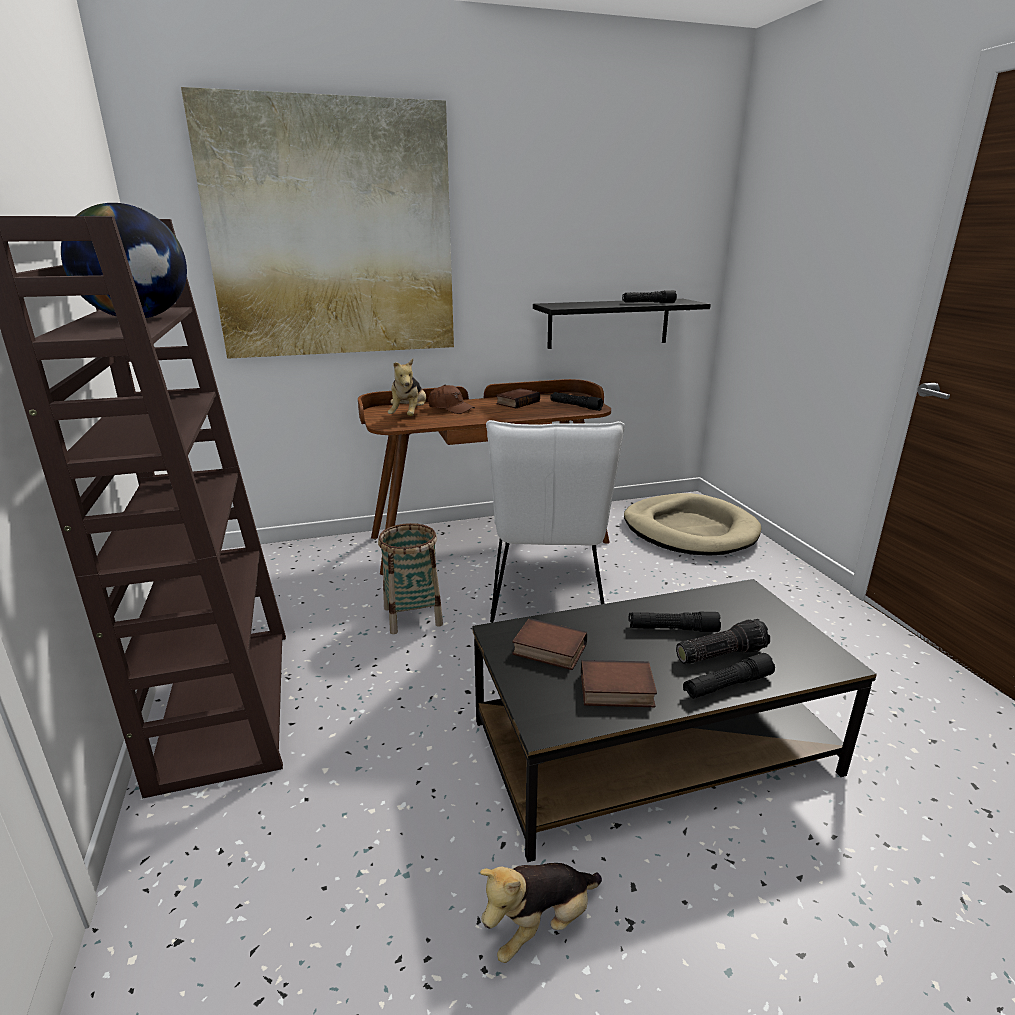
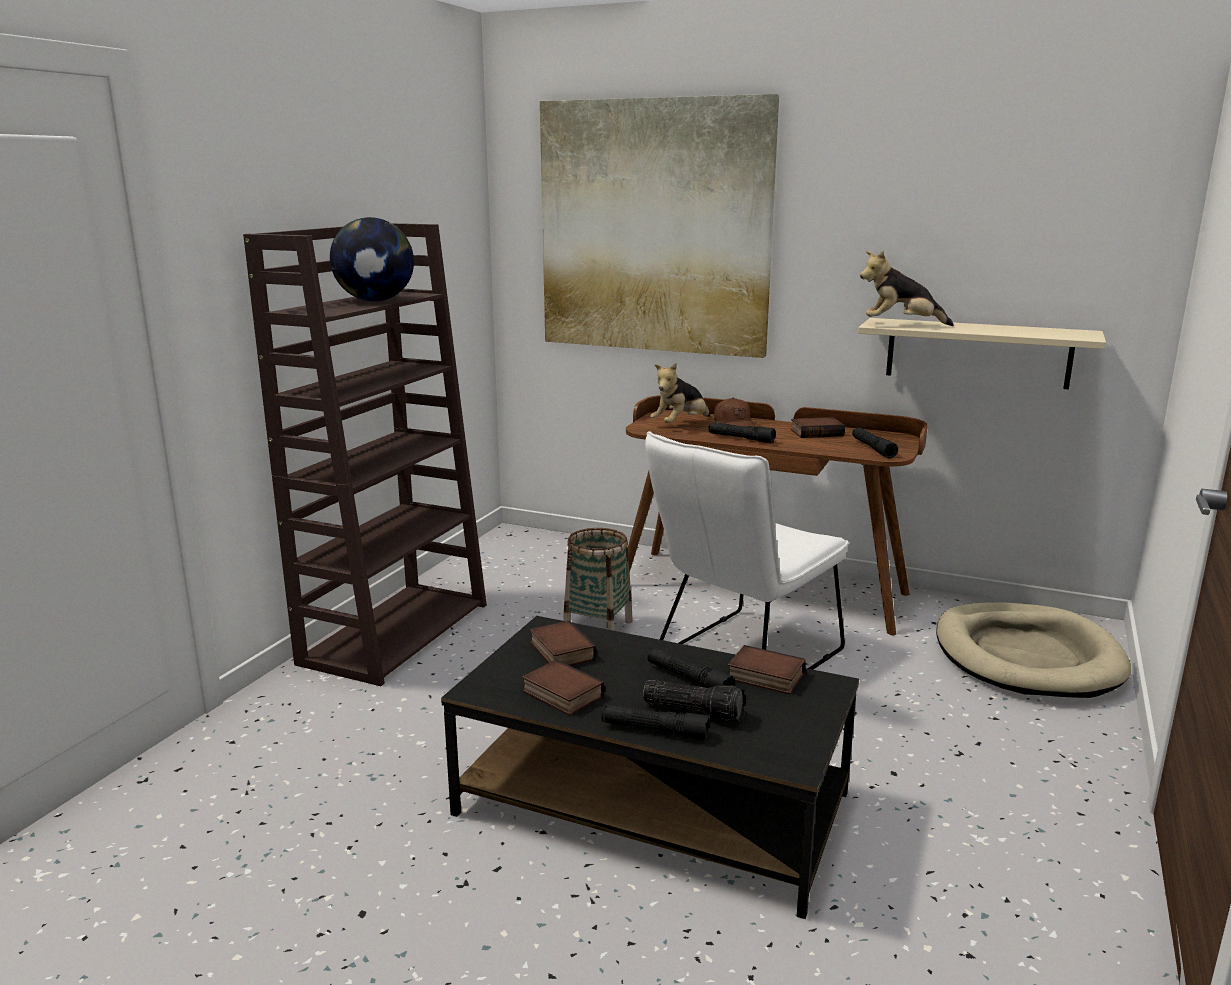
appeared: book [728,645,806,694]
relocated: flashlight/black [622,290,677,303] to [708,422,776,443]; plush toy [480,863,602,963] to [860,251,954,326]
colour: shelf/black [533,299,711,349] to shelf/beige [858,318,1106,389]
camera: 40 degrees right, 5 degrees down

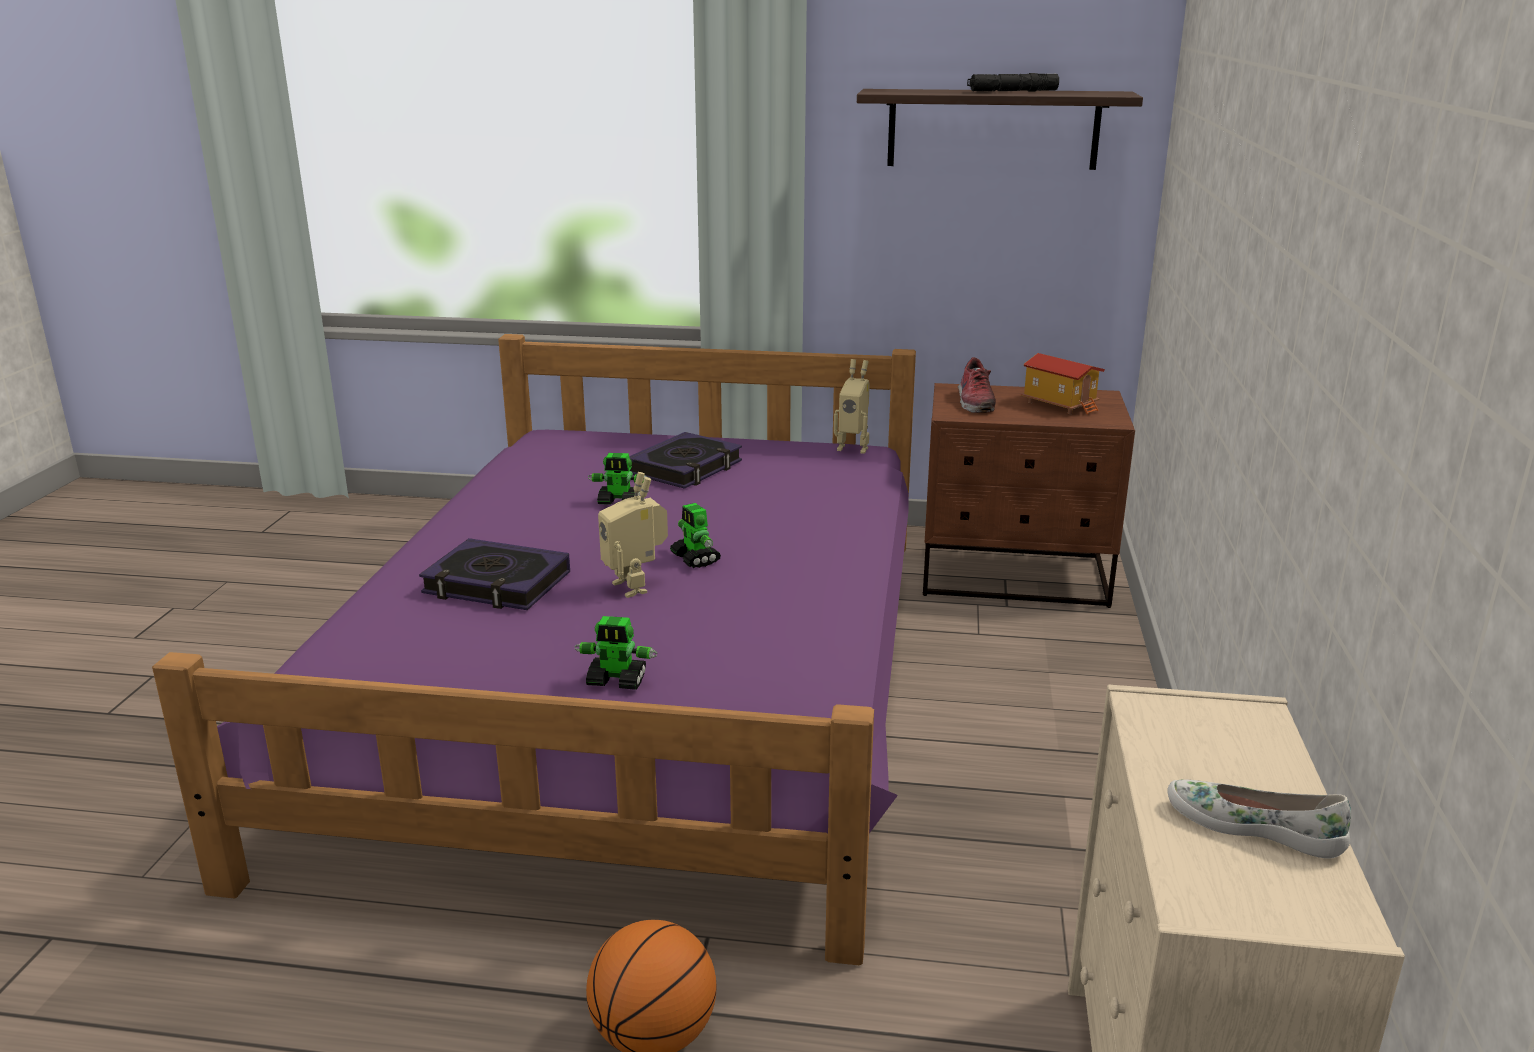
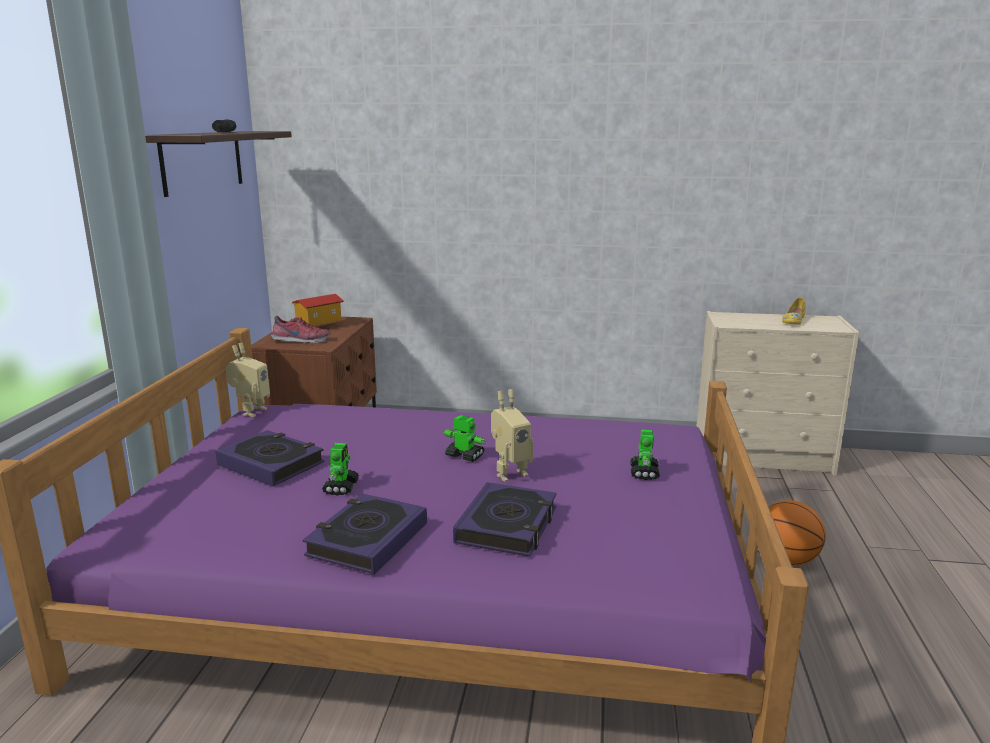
appeared: book [303,494,427,574]
colour: shoe/white [1167,779,1351,858] to shoe/yellow [782,297,805,325]
spun: toy robot [670,503,721,568] = [443,415,486,462] 120 degrees counterclockwise
camera: 90 degrees left, 5 degrees down

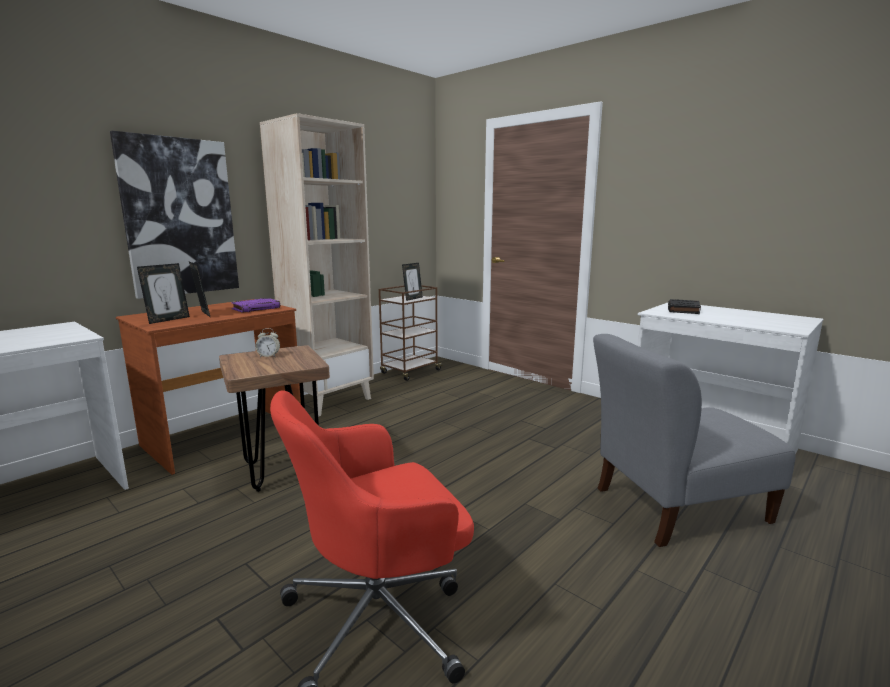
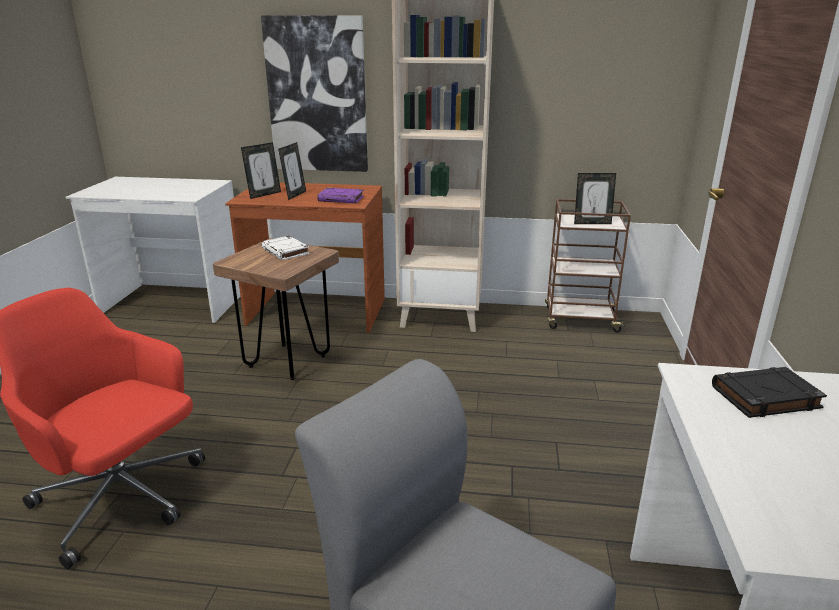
exchanged: alarm clock [255,328,280,357] to book/white [261,236,310,260]
spun: picture frame [137,263,190,324] = [241,142,281,199] 45 degrees counterclockwise
camera: 55 degrees right, 10 degrees up

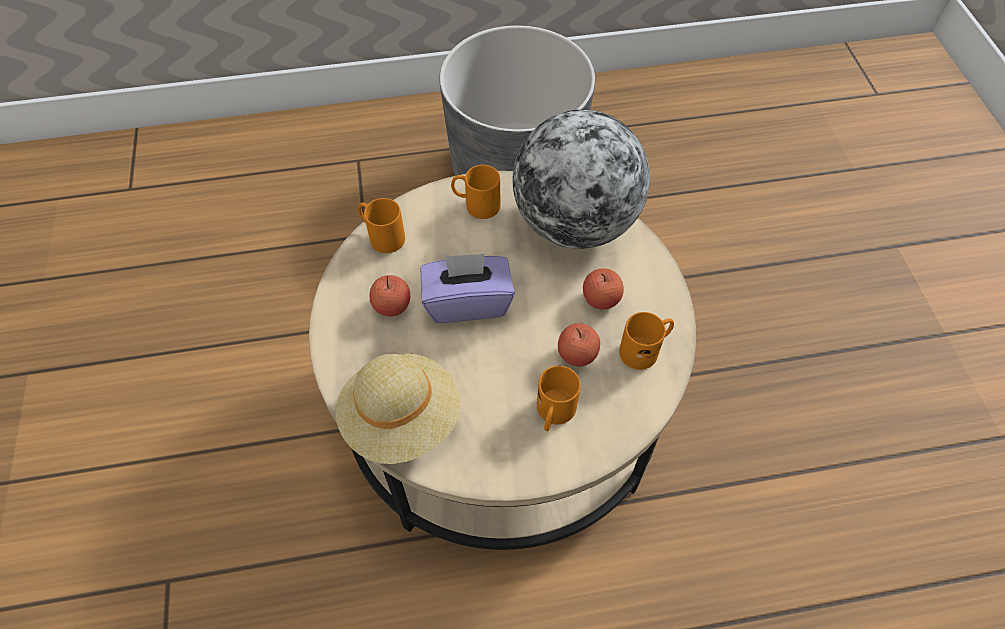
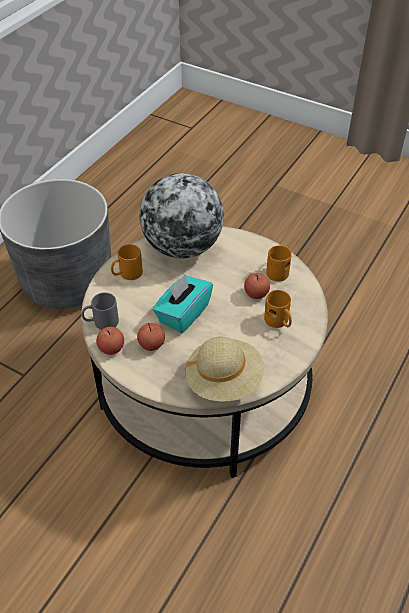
relocated: apple [583,268,624,310] to [96,327,124,355]
colour: mug/orange [358,198,405,253] to mug/grey [82,293,119,330]; tissue box/purple [420,253,515,323] to tissue box/turquoise [153,274,213,333]
camera: 50 degrees left, 10 degrees down

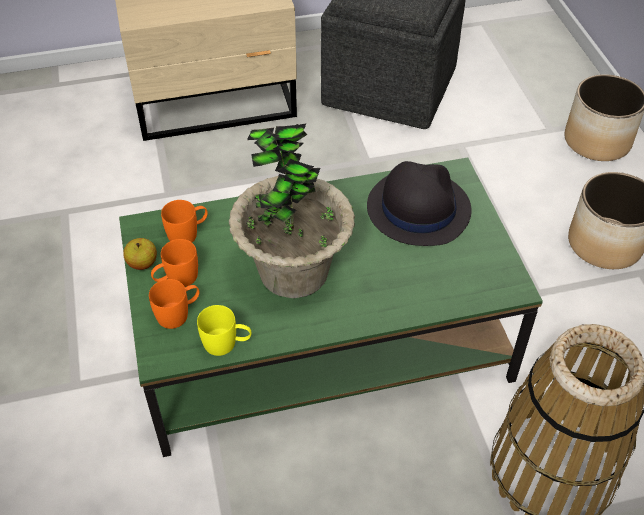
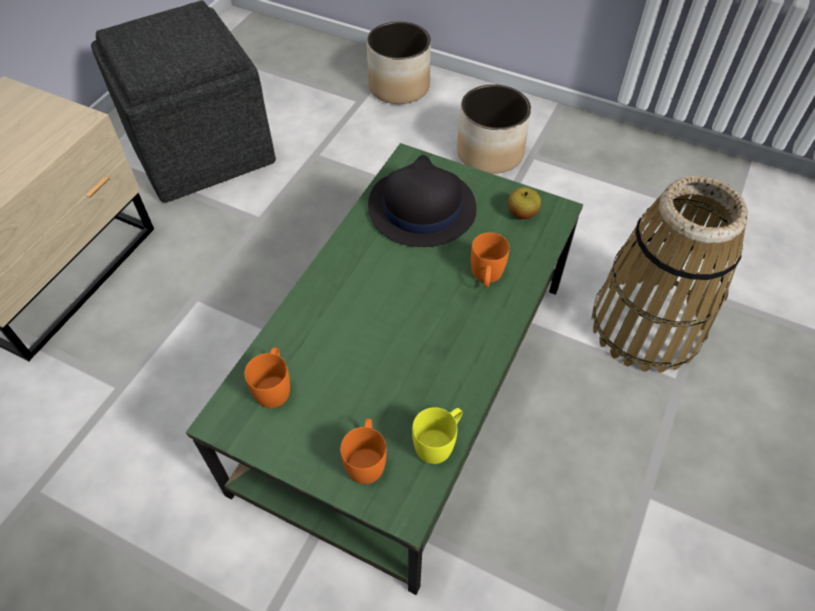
missing: potted plant [229,123,355,298]
relocated: mug/orange [151,239,198,287] to [471,232,510,287]; apple [123,238,157,270] to [508,187,541,219]
camera: 50 degrees left, 5 degrees up

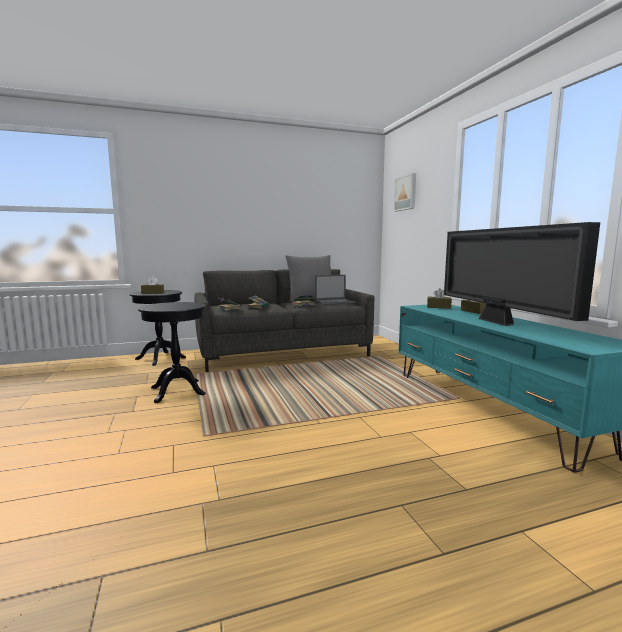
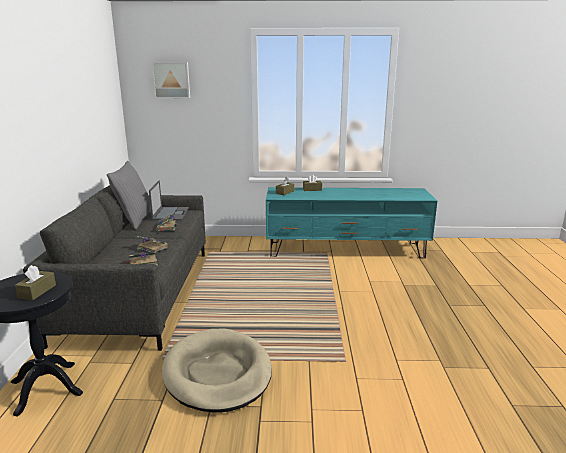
missing: television [444,222,600,326]
exchanged: side table/black [138,302,206,403] to dog bed/beige [162,328,272,413]
camera: 70 degrees left, 10 degrees up

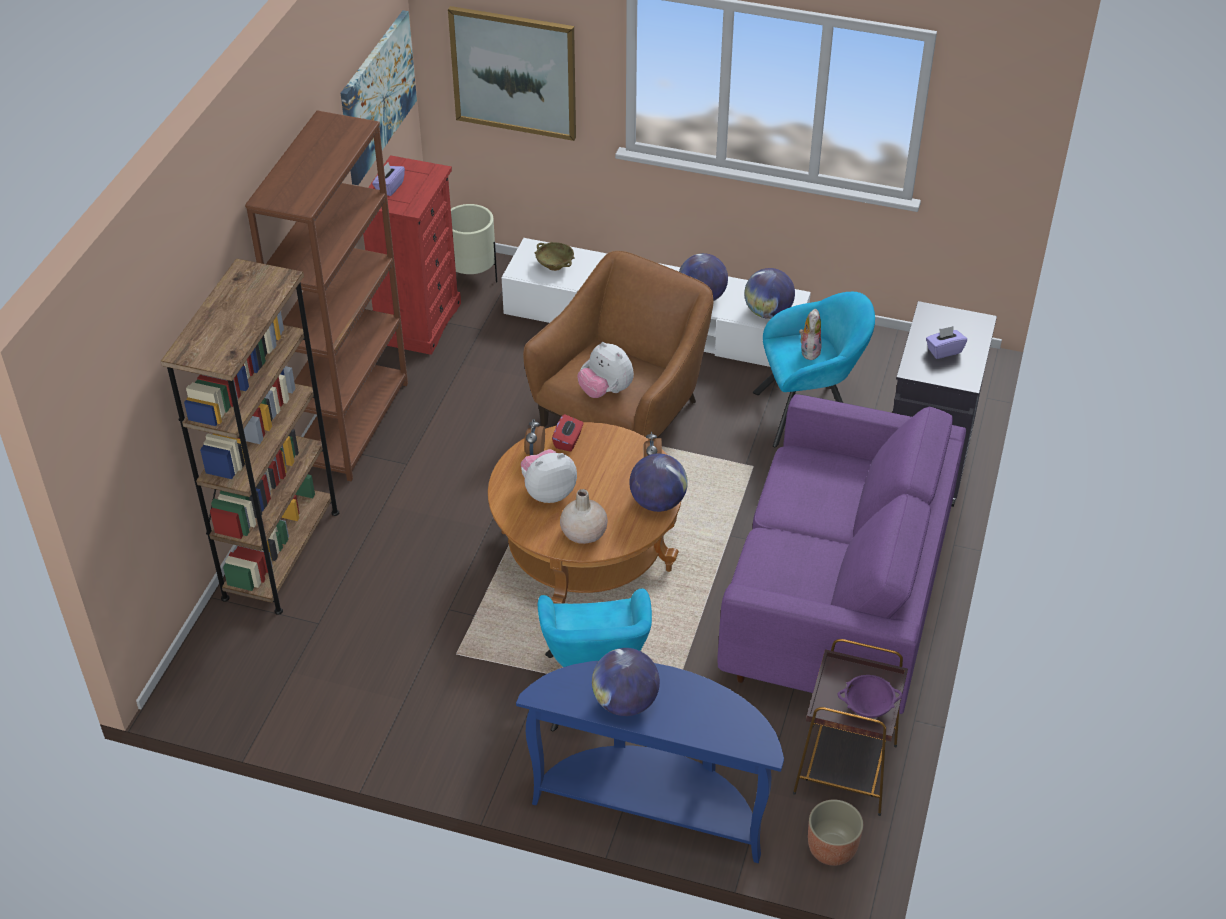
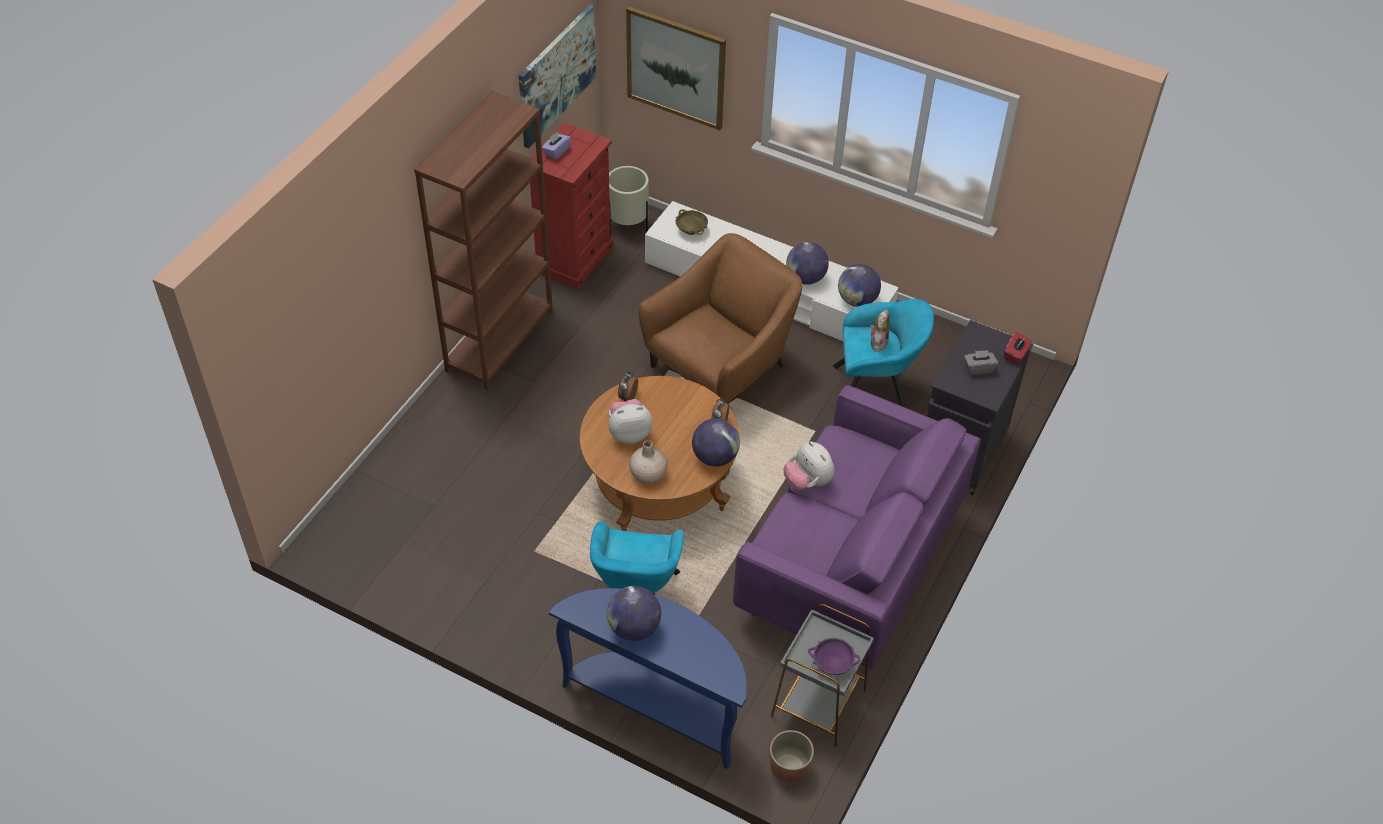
missing: bookcase/brown [161,258,339,615]
relocated: plush toy [578,342,634,398] to [783,441,834,490]; tissue box/red [552,414,584,452] to [1004,332,1032,364]
colour: side table/brown [793,639,908,816] to side table/grey [771,604,874,749]; tissue box/purple [926,326,967,359] to tissue box/grey [964,350,998,375]
camera: 10 degrees right, 5 degrees up

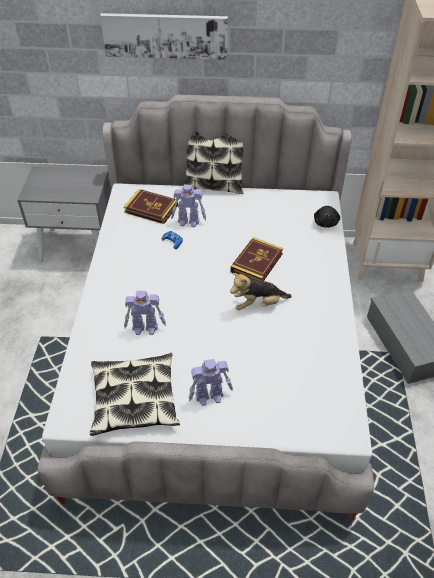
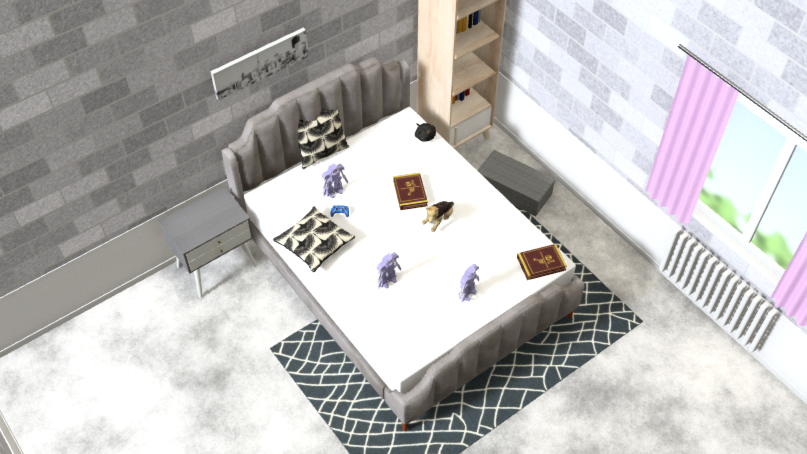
relocated: pillow [90,353,180,436] to [273,206,355,273]; book [124,189,178,224] to [517,244,567,280]
camera: 40 degrees left, 5 degrees up

